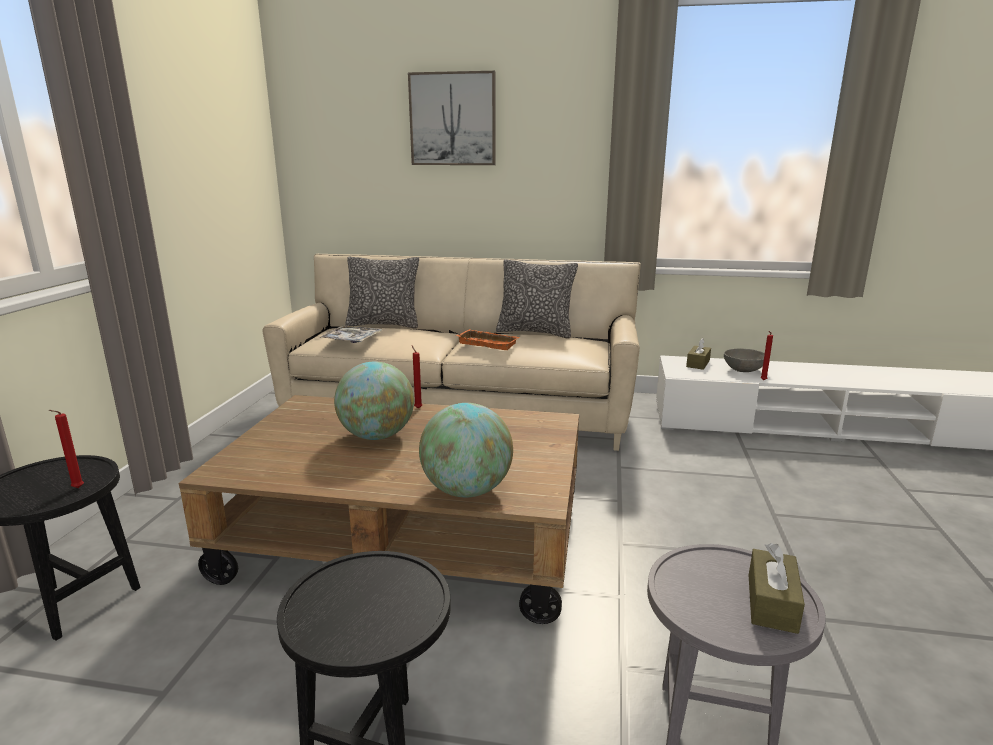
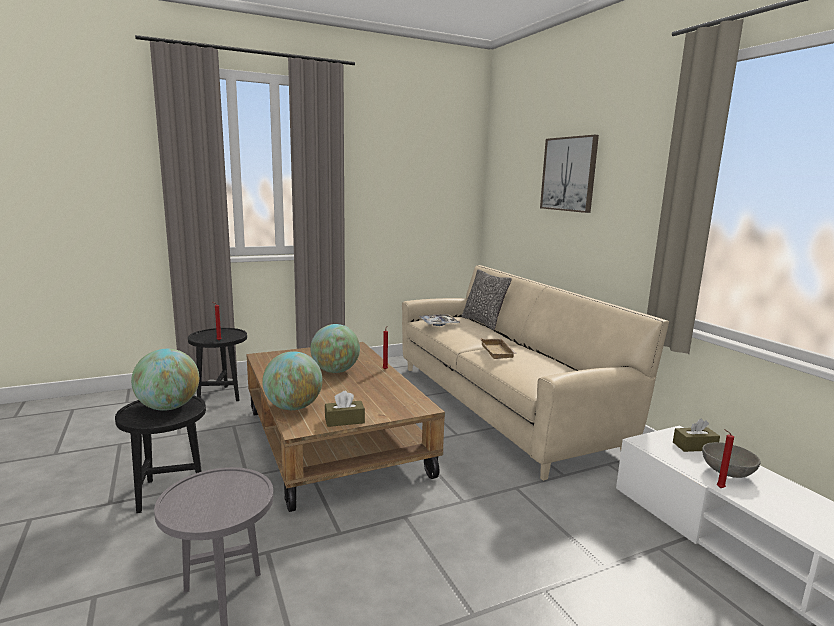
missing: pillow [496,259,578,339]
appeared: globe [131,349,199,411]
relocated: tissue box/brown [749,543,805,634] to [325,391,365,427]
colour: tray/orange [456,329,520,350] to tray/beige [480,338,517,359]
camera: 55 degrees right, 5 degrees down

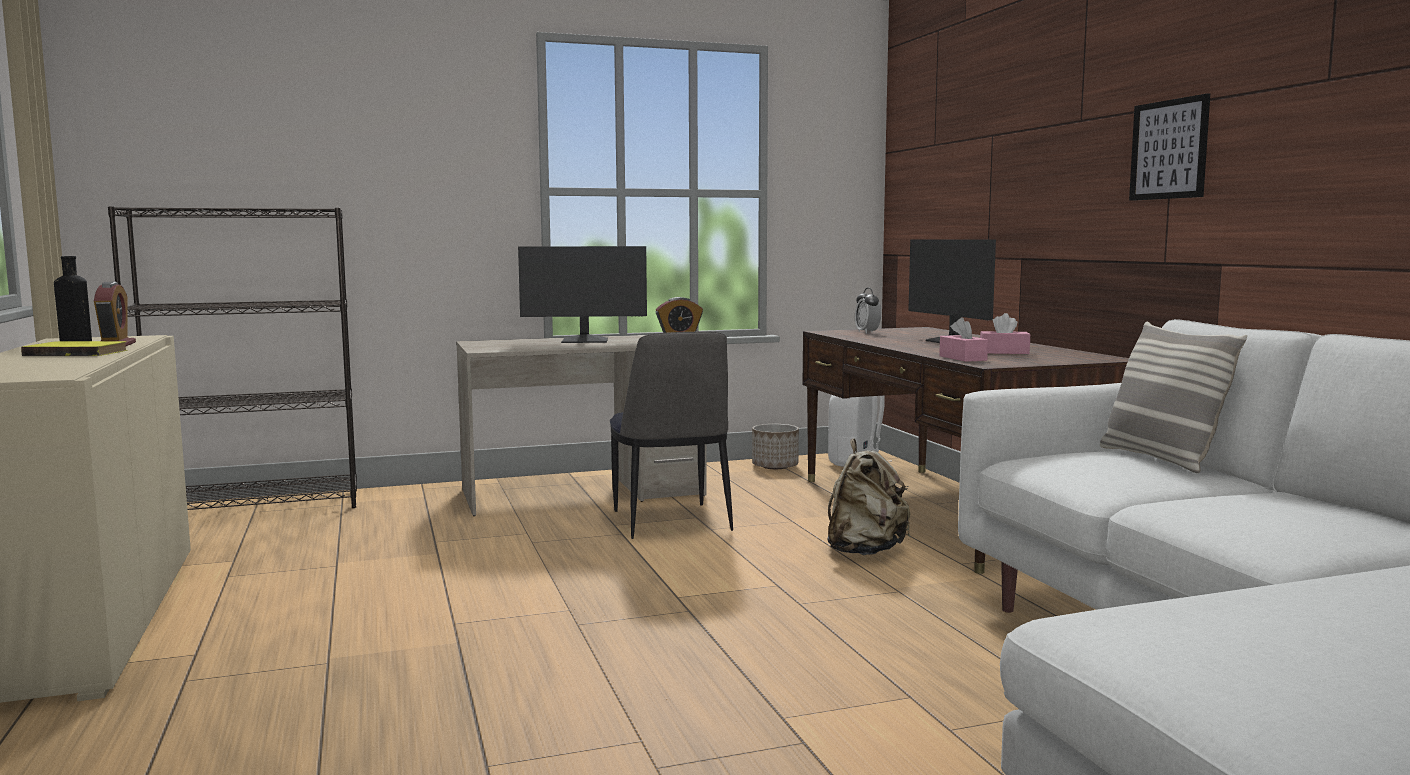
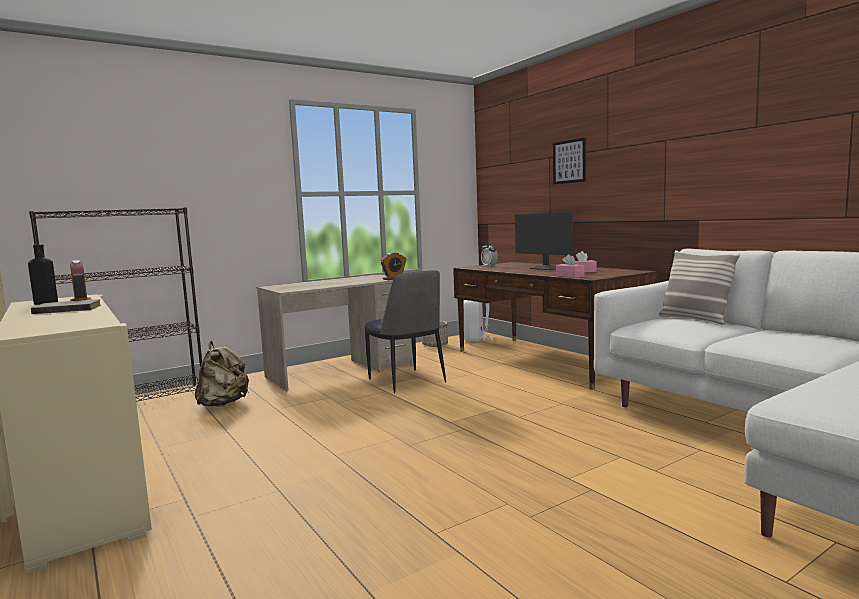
missing: monitor [518,246,647,343]
relocated: backpack/beige [828,438,911,555] to [195,341,249,407]; picture [1129,93,1210,201] to [553,138,586,185]
colour: book/yellow [21,341,127,356] to book/grey [31,299,101,314]
camera: 15 degrees left, 0 degrees up

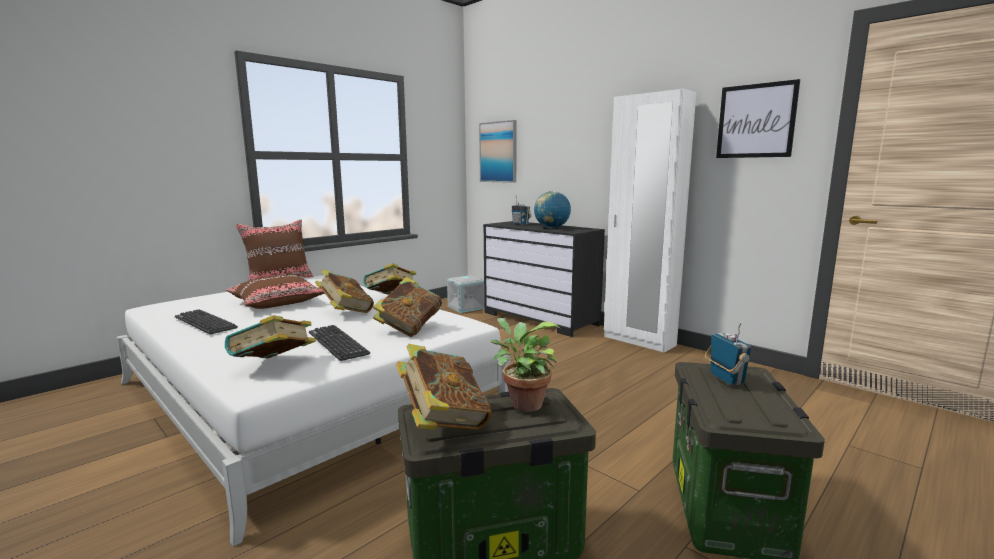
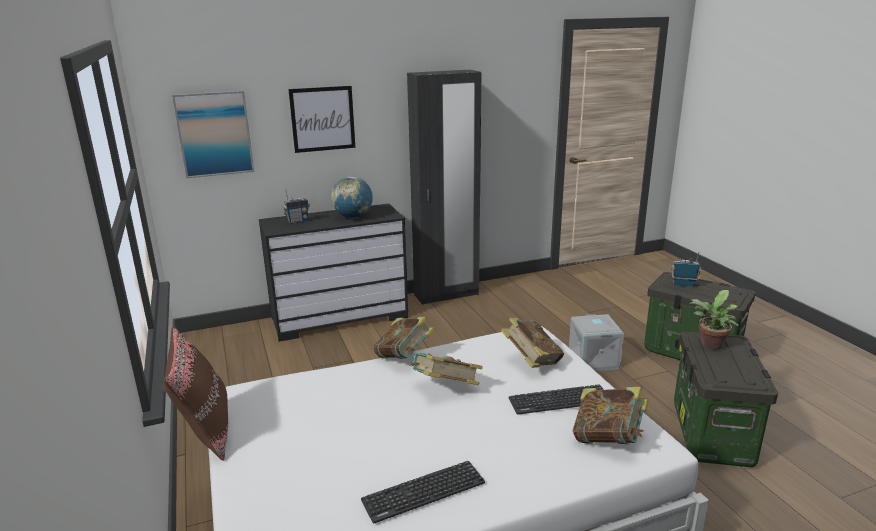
missing: pillow/brown [226,275,325,309]; book [396,344,492,430]
relocated: picture [716,79,800,158] to [288,86,355,153]; storage box/grey [447,275,484,313] to [569,314,624,371]
colour: wardrobe/white [604,89,696,353] to wardrobe/black [407,70,481,305]
camera: 65 degrees left, 10 degrees up

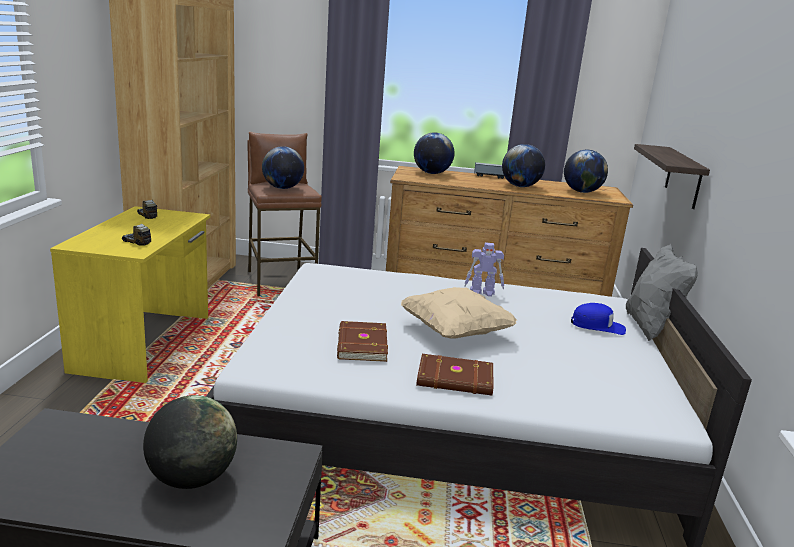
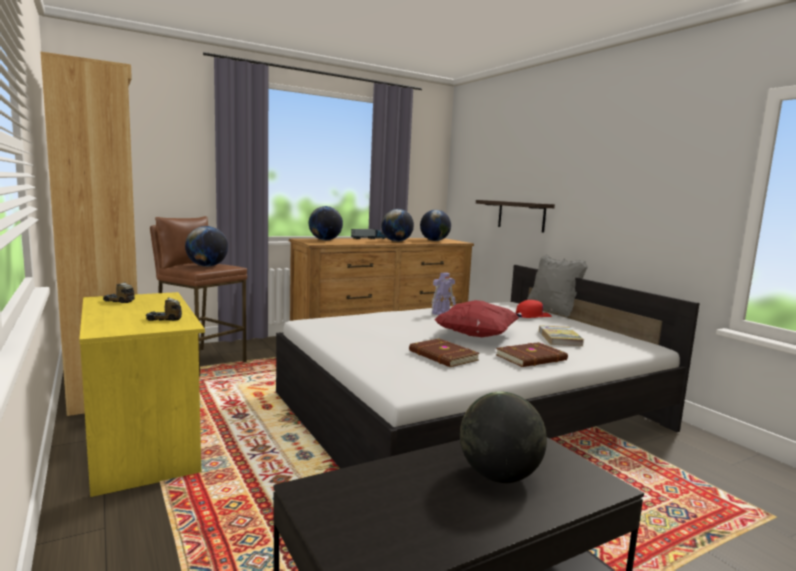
appeared: book [539,325,584,346]
colour: pillow/beige [401,287,517,338] to pillow/red [434,300,519,337]; cap/blue [571,303,626,335] to cap/red [515,300,552,318]
camera: 35 degrees left, 10 degrees down

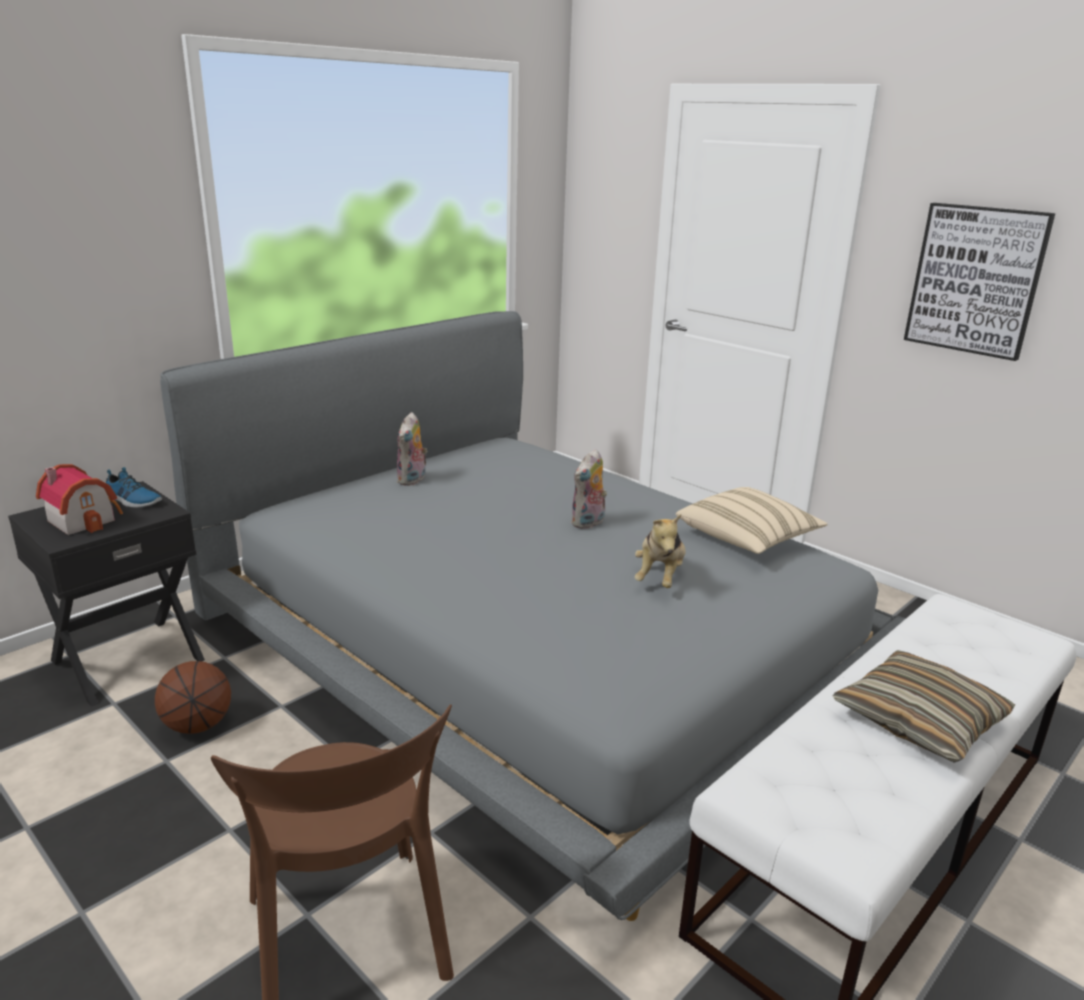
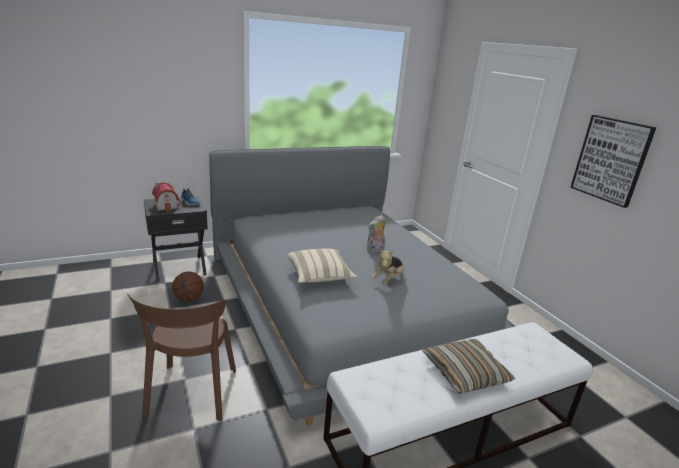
missing: plush toy [397,412,428,486]
relocated: pillow/beige [676,487,827,554] to [287,248,357,283]
camera: 20 degrees right, 0 degrees up

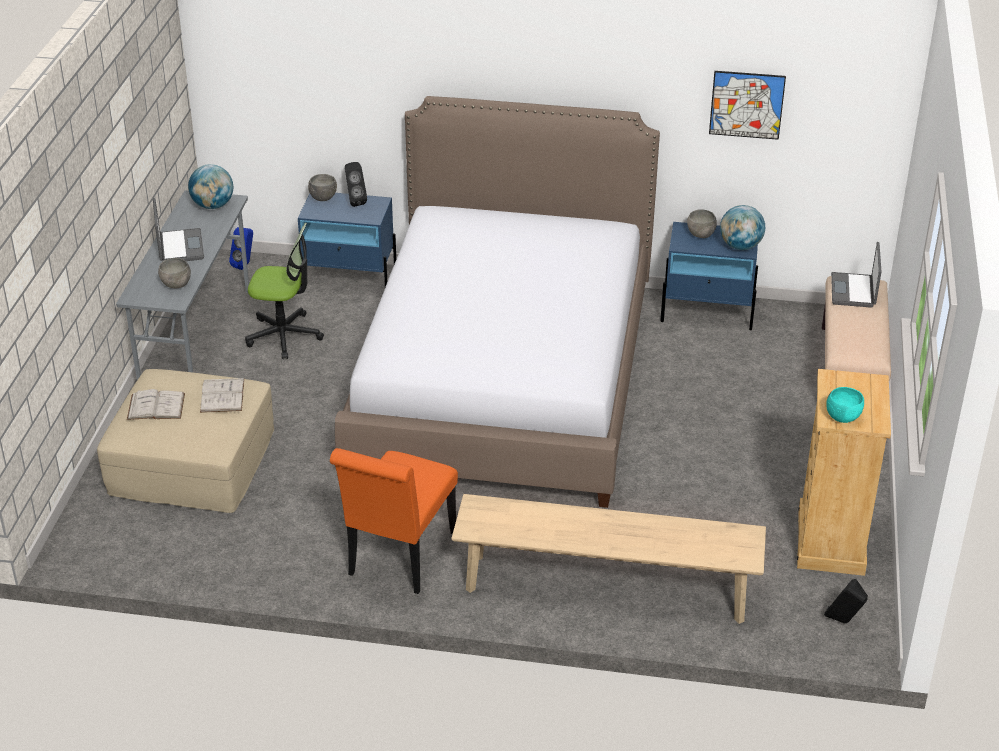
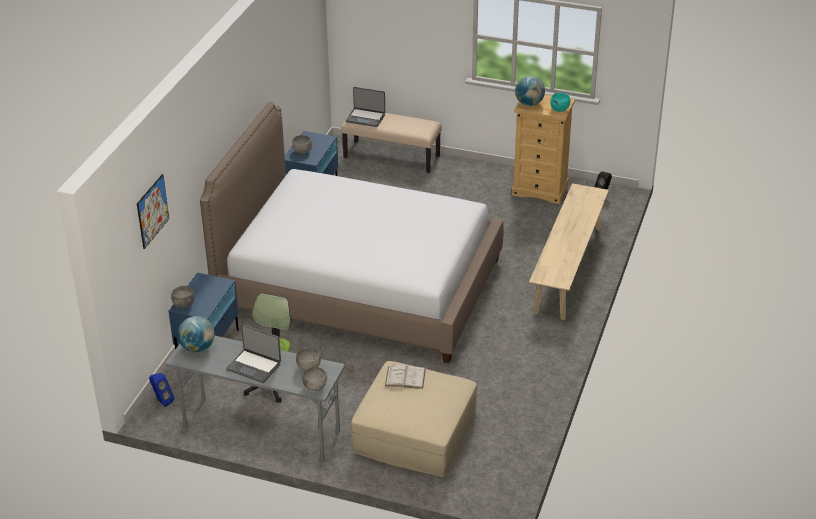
missing: book/white [127,389,185,420]; chair/orange [330,448,458,594]; speaker/black [345,162,367,207]
appeared: bowl/grey [302,367,327,391]
relocated: picture [709,71,786,140] to [137,174,169,249]; globe [720,205,765,250] to [515,76,545,106]
spun: laptop [153,198,204,261] = [226,324,281,383] 150 degrees counterclockwise
camera: 80 degrees left, 0 degrees up

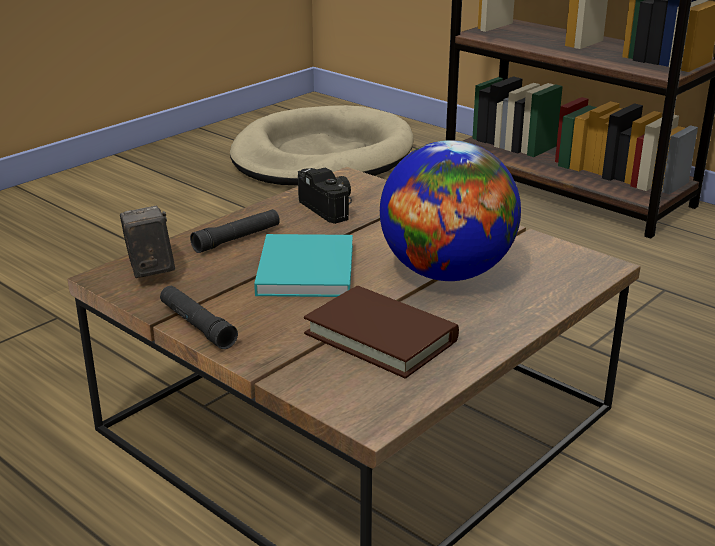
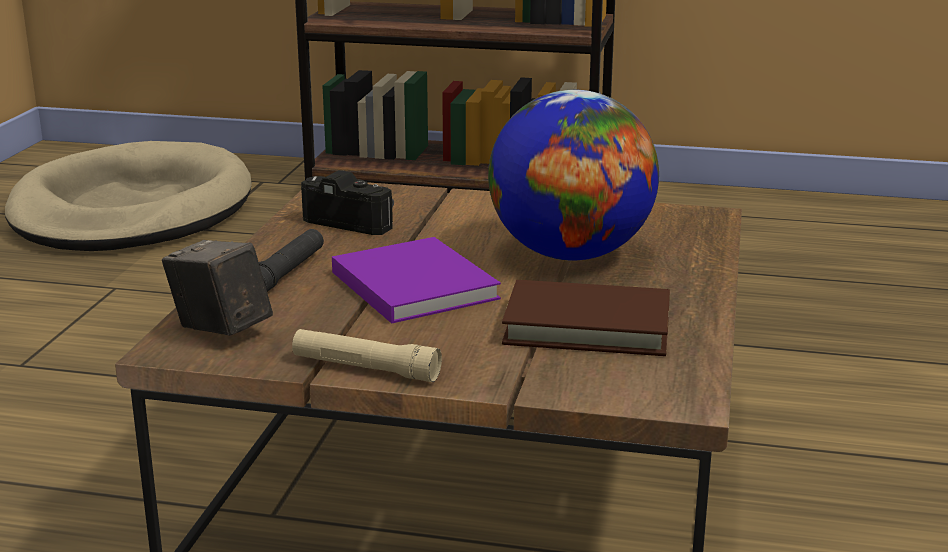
colour: flashlight/black [160,286,238,349] to flashlight/beige [292,329,442,382]; book/turquoise [254,234,353,297] to book/purple [332,237,501,324]
camera: 30 degrees left, 5 degrees down

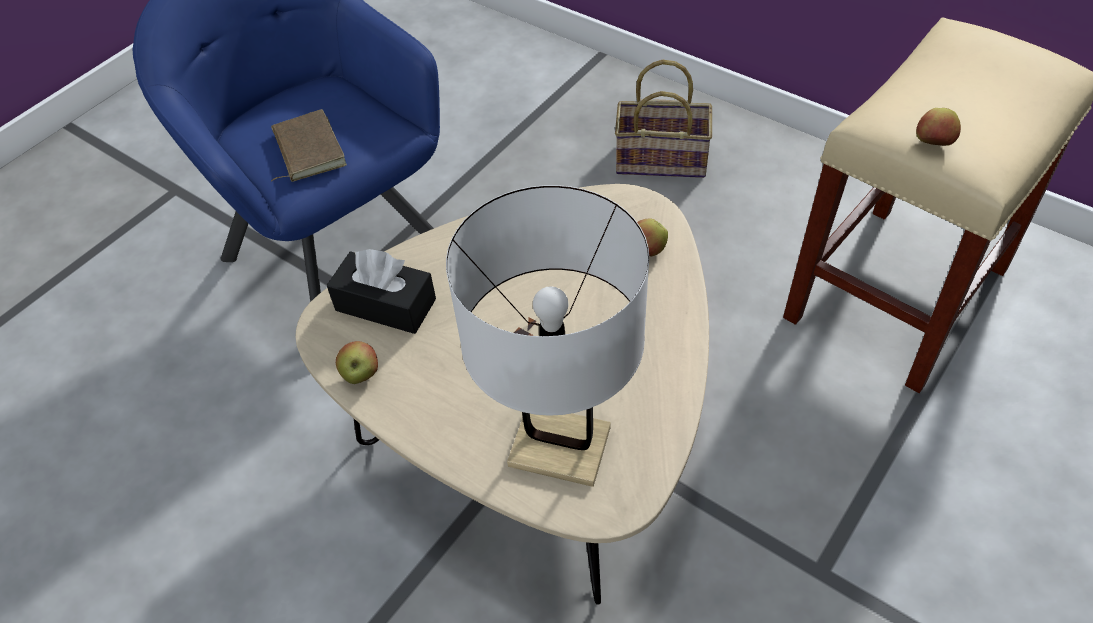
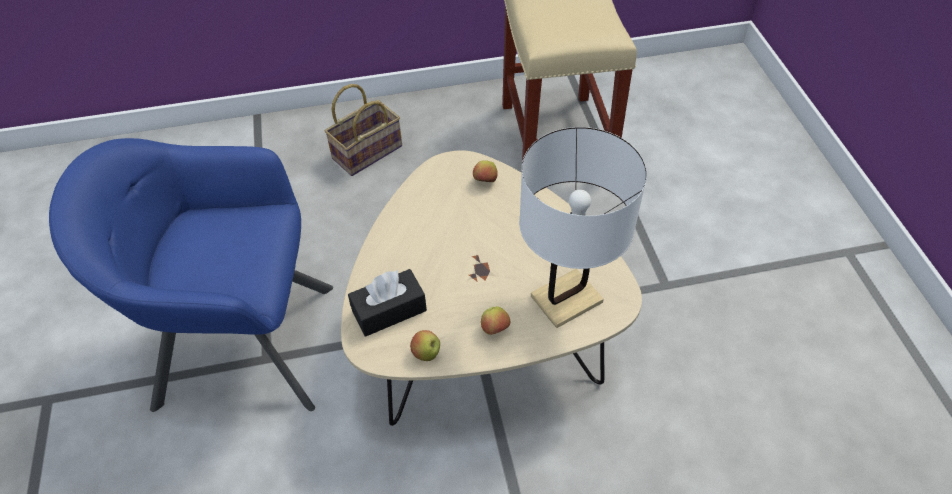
missing: book/brown [271,109,347,182]
relocated: apple [916,108,961,146] to [481,306,510,335]
camera: 50 degrees left, 0 degrees up

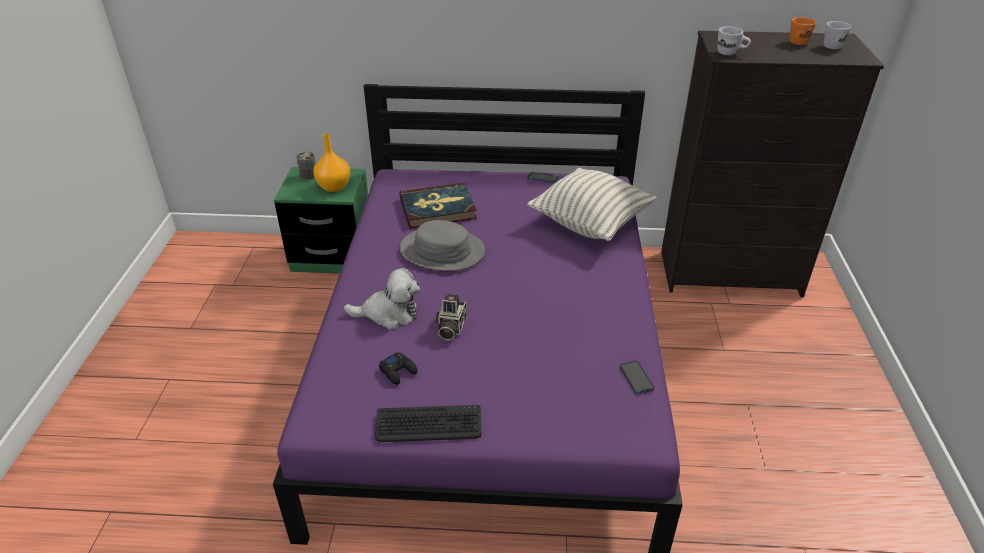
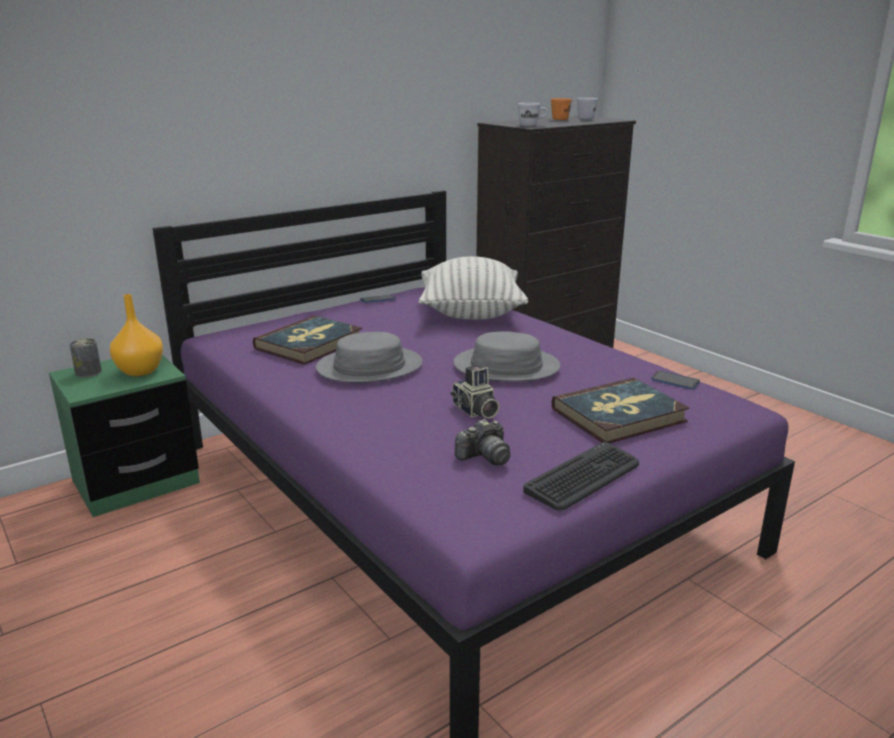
missing: plush toy [344,268,420,330]
appeared: hat/grey [454,332,560,381]; book [552,378,690,443]
exchanged: game controller/black [379,352,417,385] to photo camera [455,419,511,466]
camera: 40 degrees left, 15 degrees down

